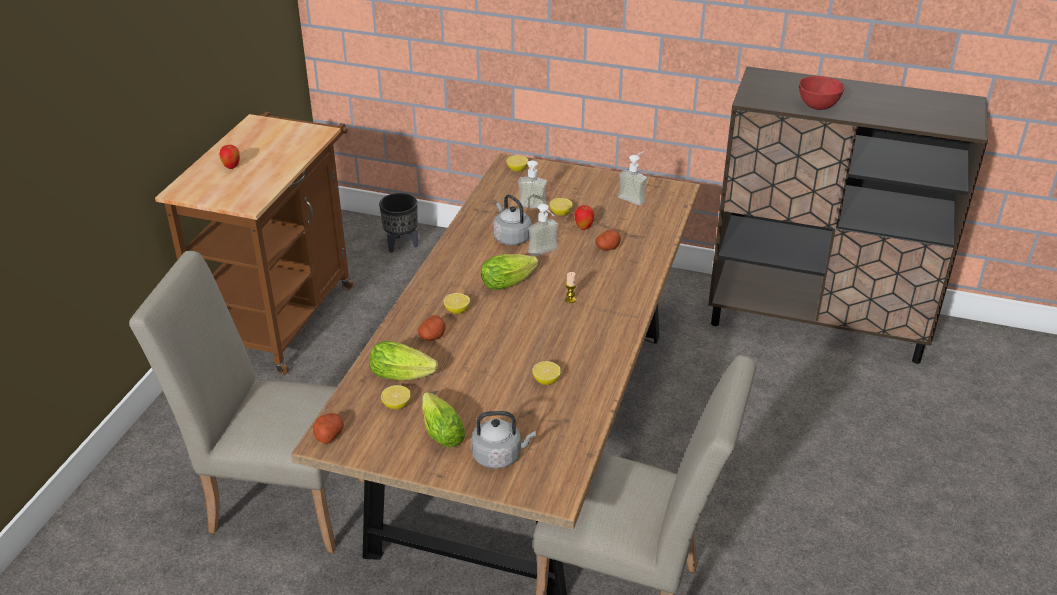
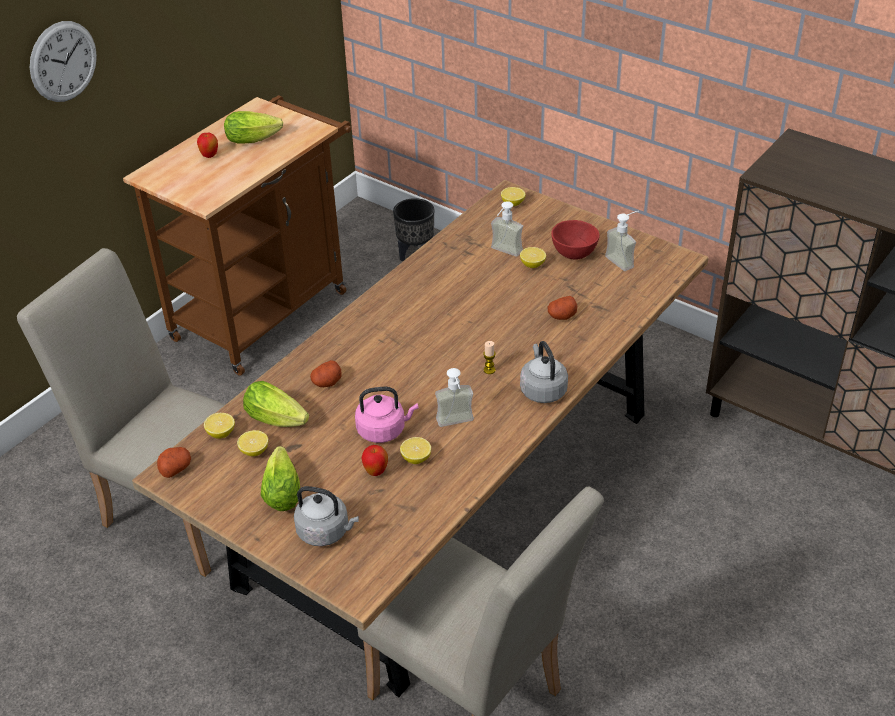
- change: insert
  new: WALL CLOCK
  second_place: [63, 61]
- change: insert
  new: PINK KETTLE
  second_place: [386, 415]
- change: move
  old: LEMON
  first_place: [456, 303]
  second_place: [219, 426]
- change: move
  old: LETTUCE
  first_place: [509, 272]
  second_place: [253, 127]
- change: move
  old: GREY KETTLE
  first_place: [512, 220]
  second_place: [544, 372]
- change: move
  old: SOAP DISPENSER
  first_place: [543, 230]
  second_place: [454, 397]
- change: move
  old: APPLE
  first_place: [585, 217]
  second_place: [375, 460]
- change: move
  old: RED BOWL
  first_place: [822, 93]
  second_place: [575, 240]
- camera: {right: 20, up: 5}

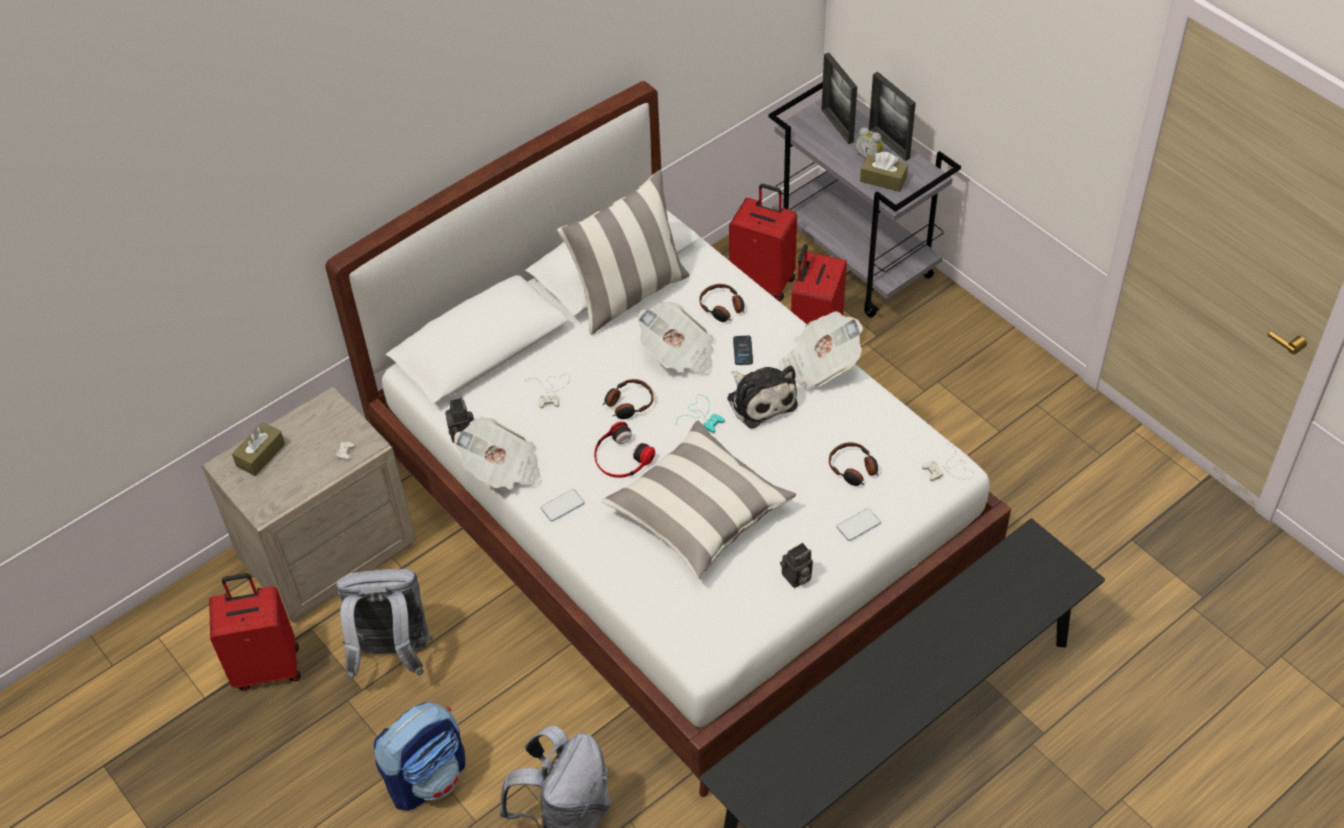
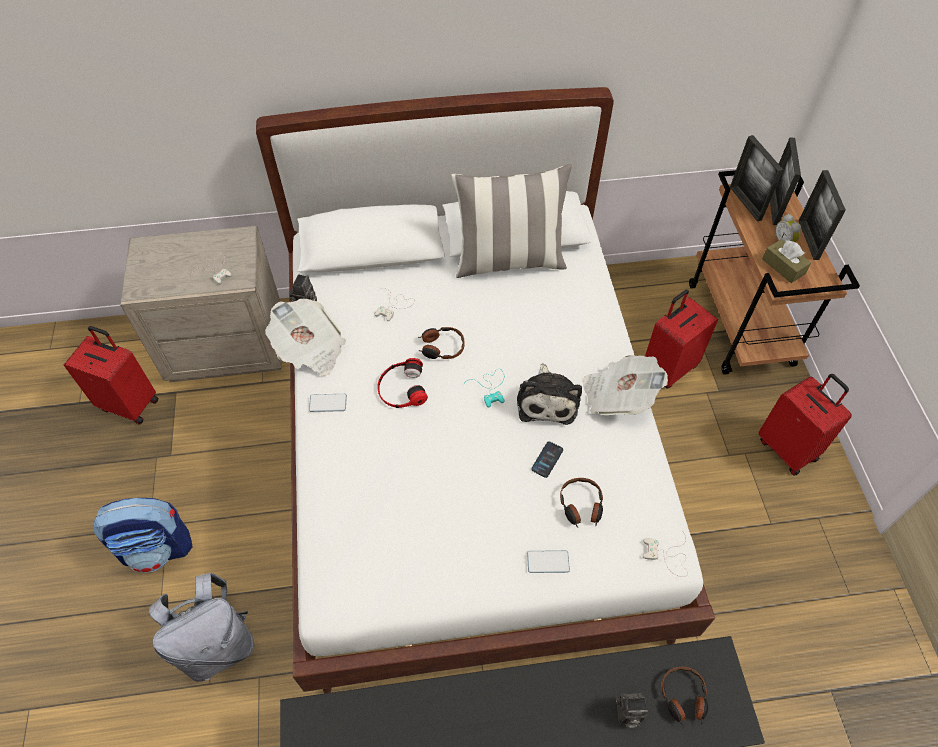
- change: delete
  old: BROWN TISSUE BOX
  first_place: [258, 449]
- change: delete
  old: GREY BACKPACK
  first_place: [384, 624]
- change: delete
  old: PILLOW
  first_place: [699, 500]
- change: delete
  old: NEWSPAPER
  first_place: [676, 338]
- change: insert
  new: PICTURE FRAME
  second_place: [756, 178]
- change: move
  old: HEADPHONES
  first_place: [721, 303]
  second_place: [684, 696]
- change: move
  old: RED SUITCASE
  first_place: [763, 242]
  second_place: [805, 424]
- change: move
  old: PHONE
  first_place: [743, 350]
  second_place: [547, 459]
- change: move
  old: PHOTO CAMERA
  first_place: [796, 565]
  second_place: [632, 710]
- change: recolor
  old: GREY CART
  new: BROWN CART
  first_place: [865, 200]
  second_place: [774, 272]
- camera: {right: 30, up: 5}

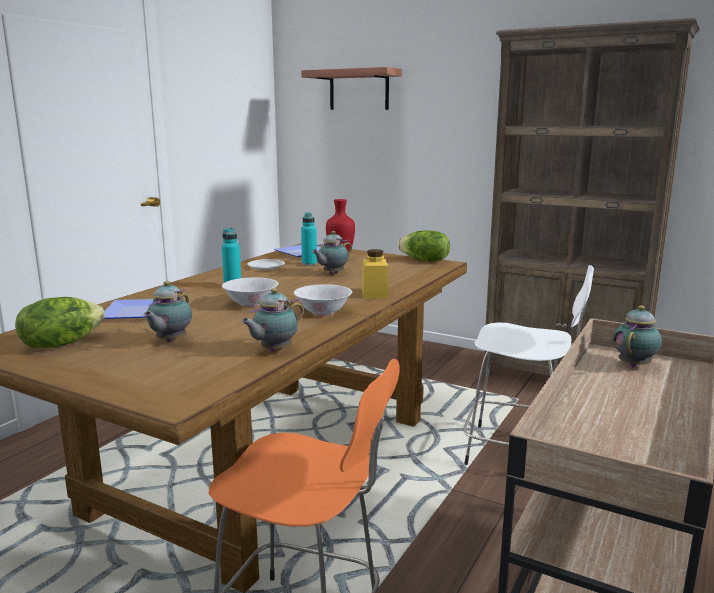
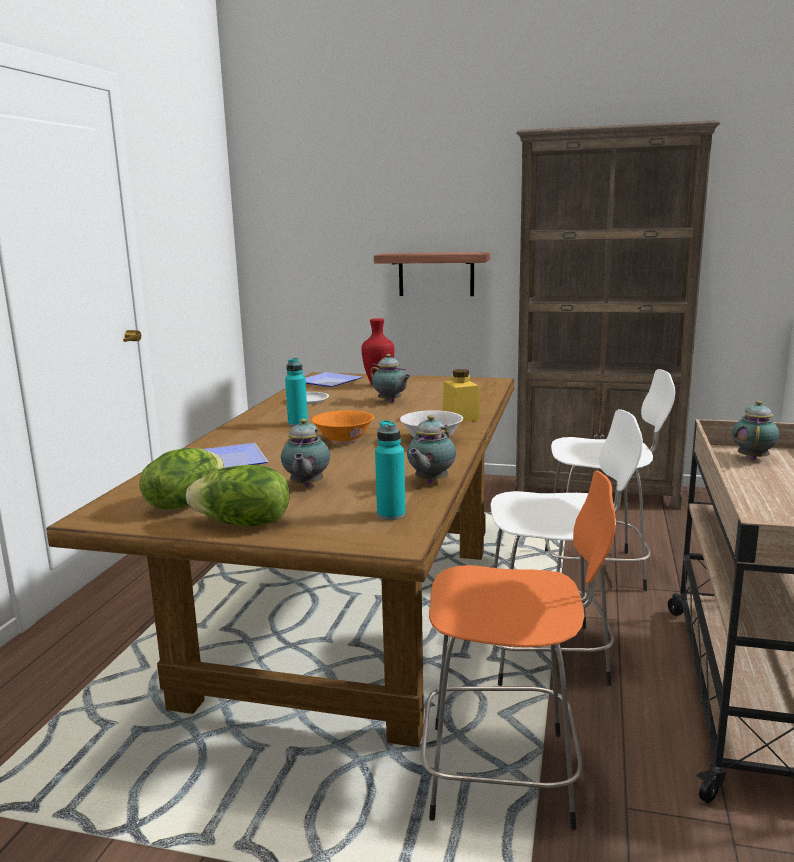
- change: insert
  new: WHITE STOOL
  second_place: [567, 547]
- change: move
  old: SHELF
  first_place: [351, 88]
  second_place: [432, 274]
- change: move
  old: TURQUOISE BOTTLE
  first_place: [309, 239]
  second_place: [390, 470]
- change: move
  old: LETTUCE
  first_place: [424, 246]
  second_place: [238, 495]
- change: recolor
  old: WHITE BOWL
  new: ORANGE BOWL
  first_place: [250, 292]
  second_place: [343, 427]
- change: rotate
  old: TEAPOT
  first_place: [332, 253]
  second_place: [390, 378]
  degrees: -75
- camera: {right: -15, up: 0}

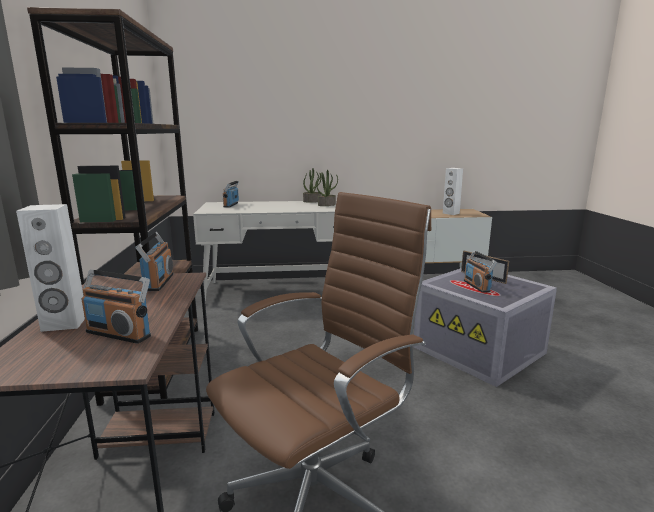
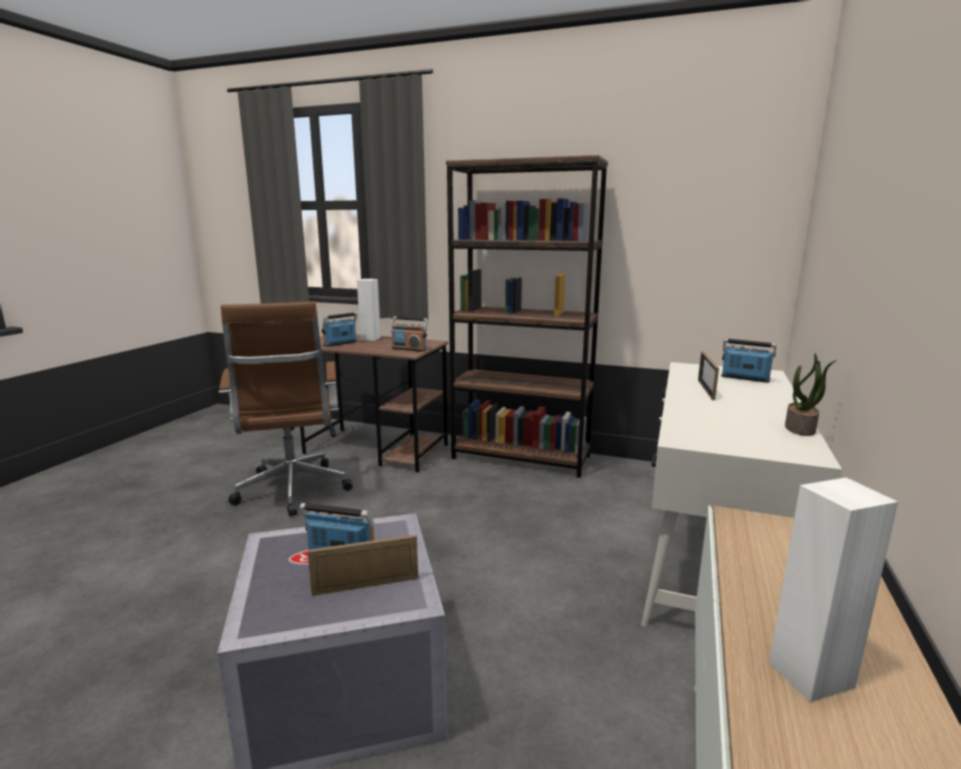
- change: delete
  old: POTTED PLANT
  first_place: [327, 188]
- change: insert
  new: PICTURE FRAME
  second_place: [708, 376]
- camera: {right: 115, up: 0}

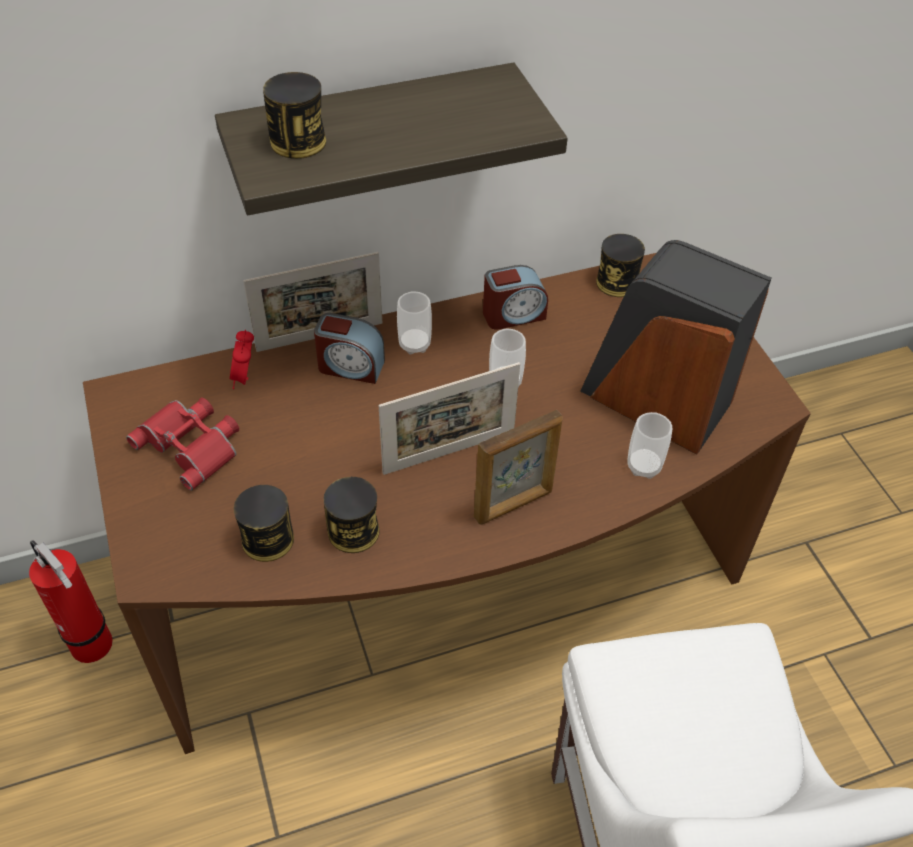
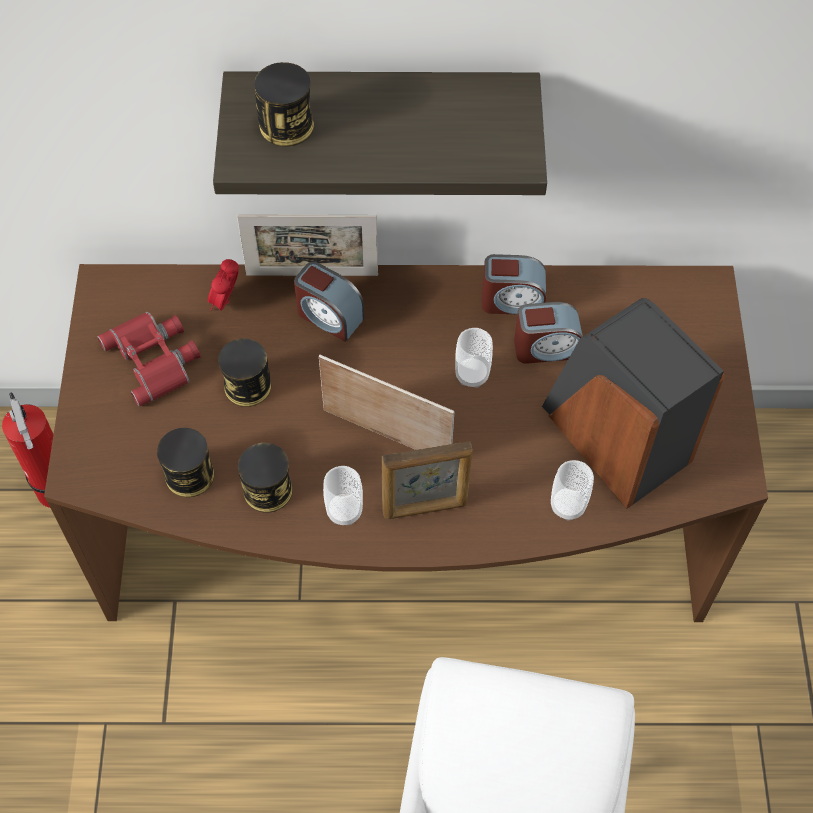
- change: insert
  new: ALARM CLOCK
  second_place: [548, 333]
- change: move
  old: CUP
  first_place: [414, 323]
  second_place: [343, 495]
- change: move
  old: CAN
  first_place: [620, 265]
  second_place: [244, 372]
- change: rotate
  old: PICTURE FRAME
  first_place: [449, 418]
  second_place: [386, 402]
  degrees: -150
- camera: {right: 20, up: 10}

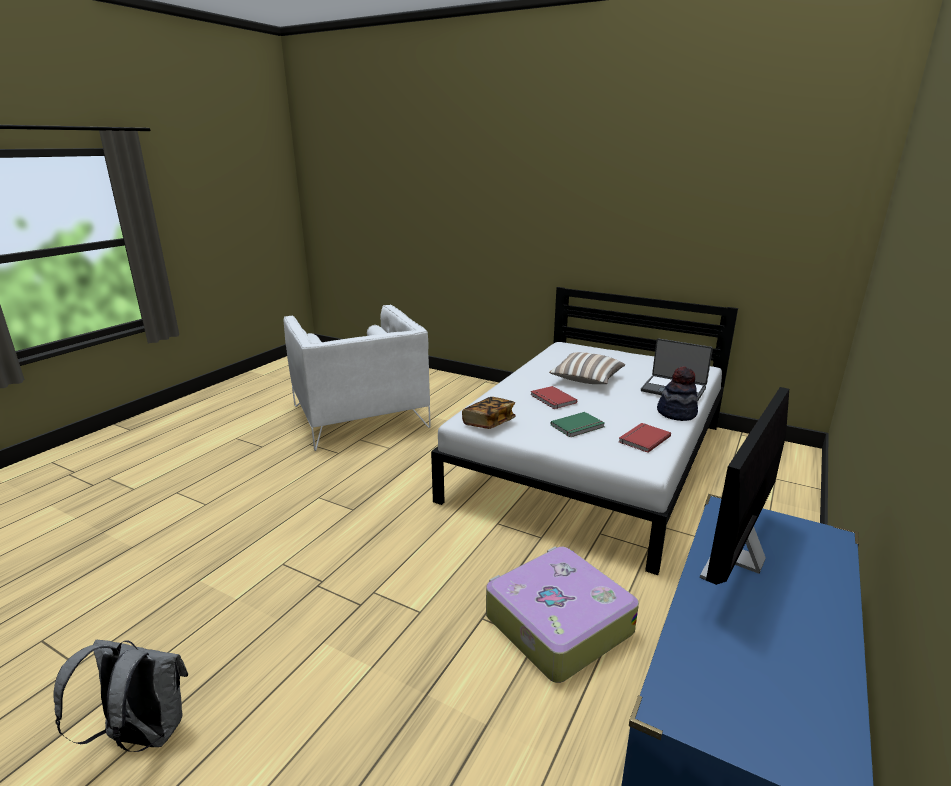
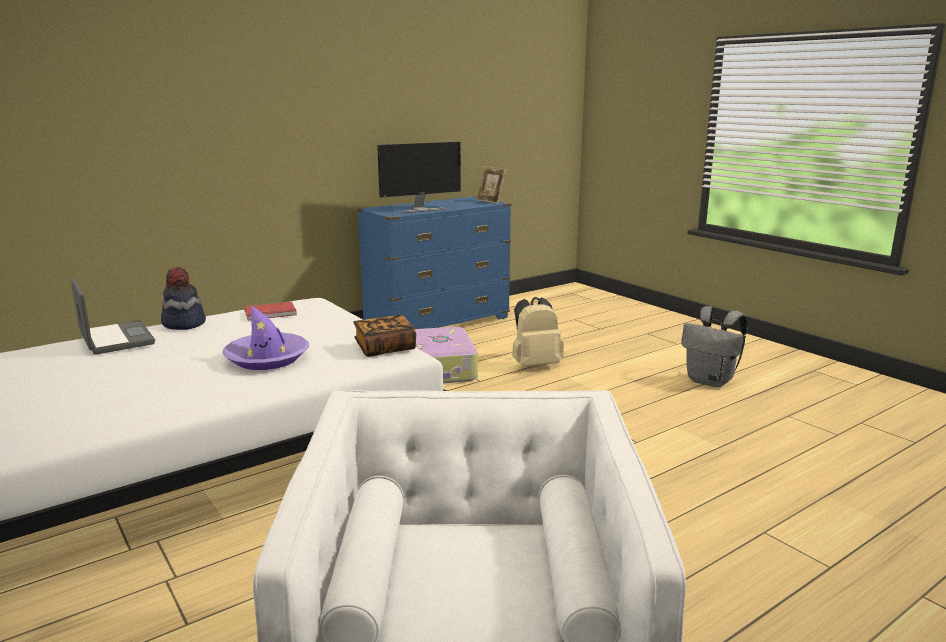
- change: delete
  old: PILLOW
  first_place: [587, 368]
- change: delete
  old: GREEN BOOK
  first_place: [577, 424]
- change: insert
  new: PICTURE FRAME
  second_place: [491, 185]
- change: insert
  new: BEIGE BACKPACK
  second_place: [538, 332]
- change: replace
  old: RED BOOK
  new: PURPLE HAT
  first_place: [554, 397]
  second_place: [265, 338]
- camera: {right: -155, up: -5}

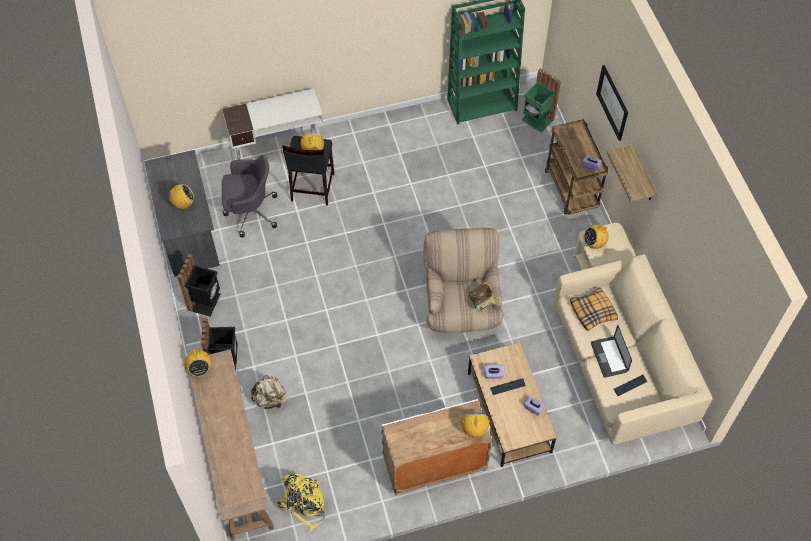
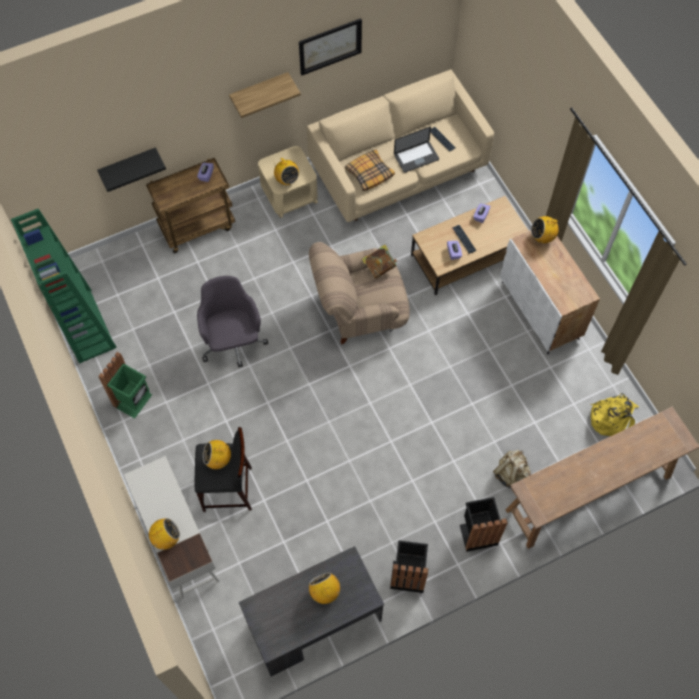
- change: insert
  new: BLACK SHELF
  second_place: [131, 169]
- change: move
  old: RADIO
  first_place: [198, 362]
  second_place: [164, 534]
- change: move
  old: GREY OFFICE CHAIR
  first_place: [249, 196]
  second_place: [232, 322]
- change: move
  old: GREEN TRASH CAN
  first_place: [541, 101]
  second_place: [125, 385]
- change: move
  old: PICTURE
  first_place: [612, 103]
  second_place: [330, 47]
- camera: {right: -100, up: 5}

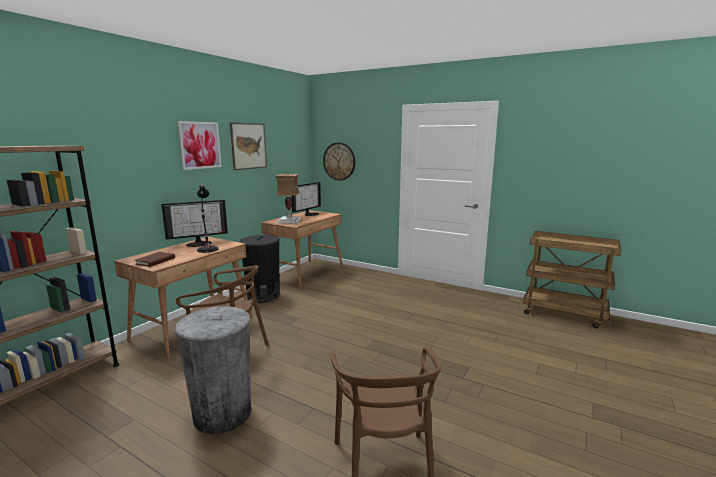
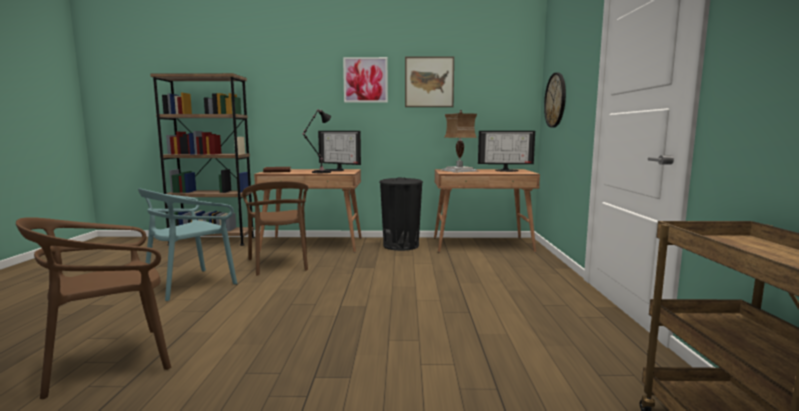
- change: replace
  old: GREY TRASH CAN
  new: TURQUOISE CHAIR
  first_place: [213, 370]
  second_place: [187, 244]
- camera: {right: 60, up: -5}

